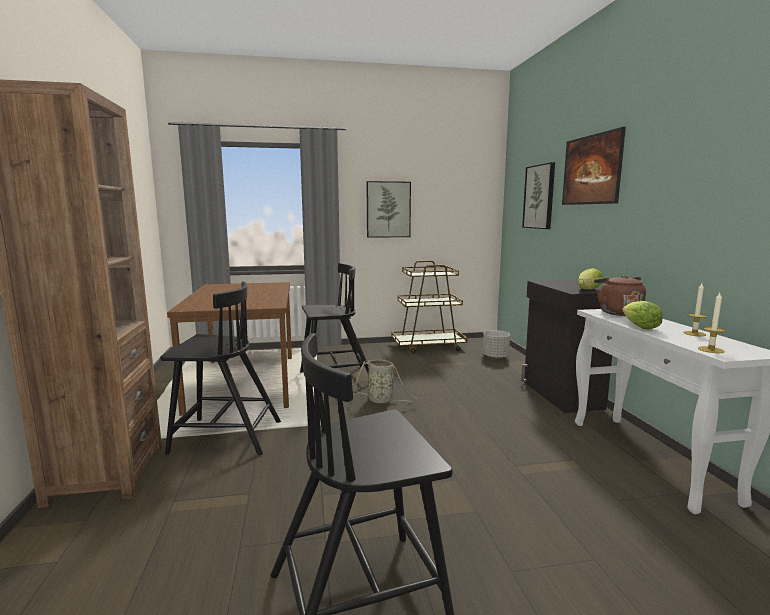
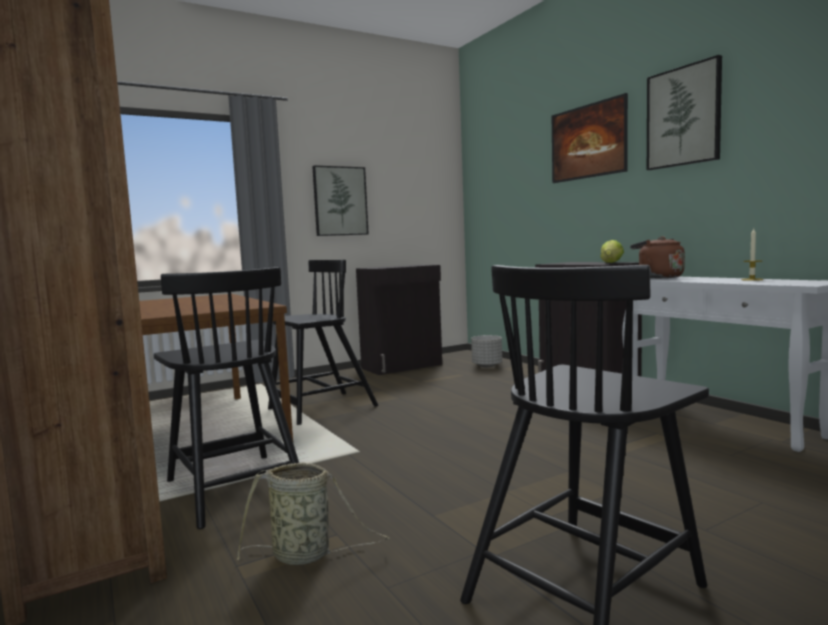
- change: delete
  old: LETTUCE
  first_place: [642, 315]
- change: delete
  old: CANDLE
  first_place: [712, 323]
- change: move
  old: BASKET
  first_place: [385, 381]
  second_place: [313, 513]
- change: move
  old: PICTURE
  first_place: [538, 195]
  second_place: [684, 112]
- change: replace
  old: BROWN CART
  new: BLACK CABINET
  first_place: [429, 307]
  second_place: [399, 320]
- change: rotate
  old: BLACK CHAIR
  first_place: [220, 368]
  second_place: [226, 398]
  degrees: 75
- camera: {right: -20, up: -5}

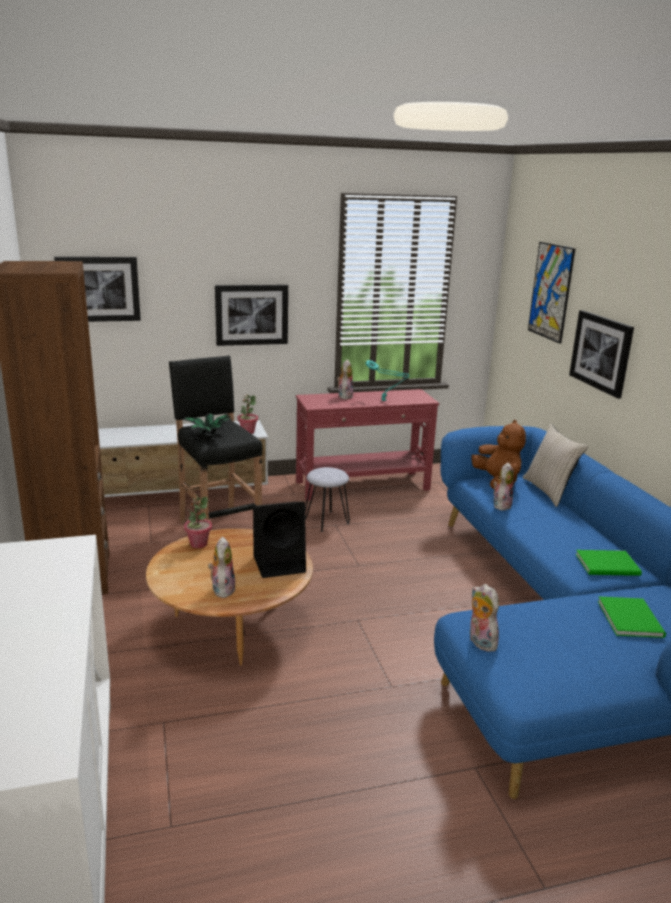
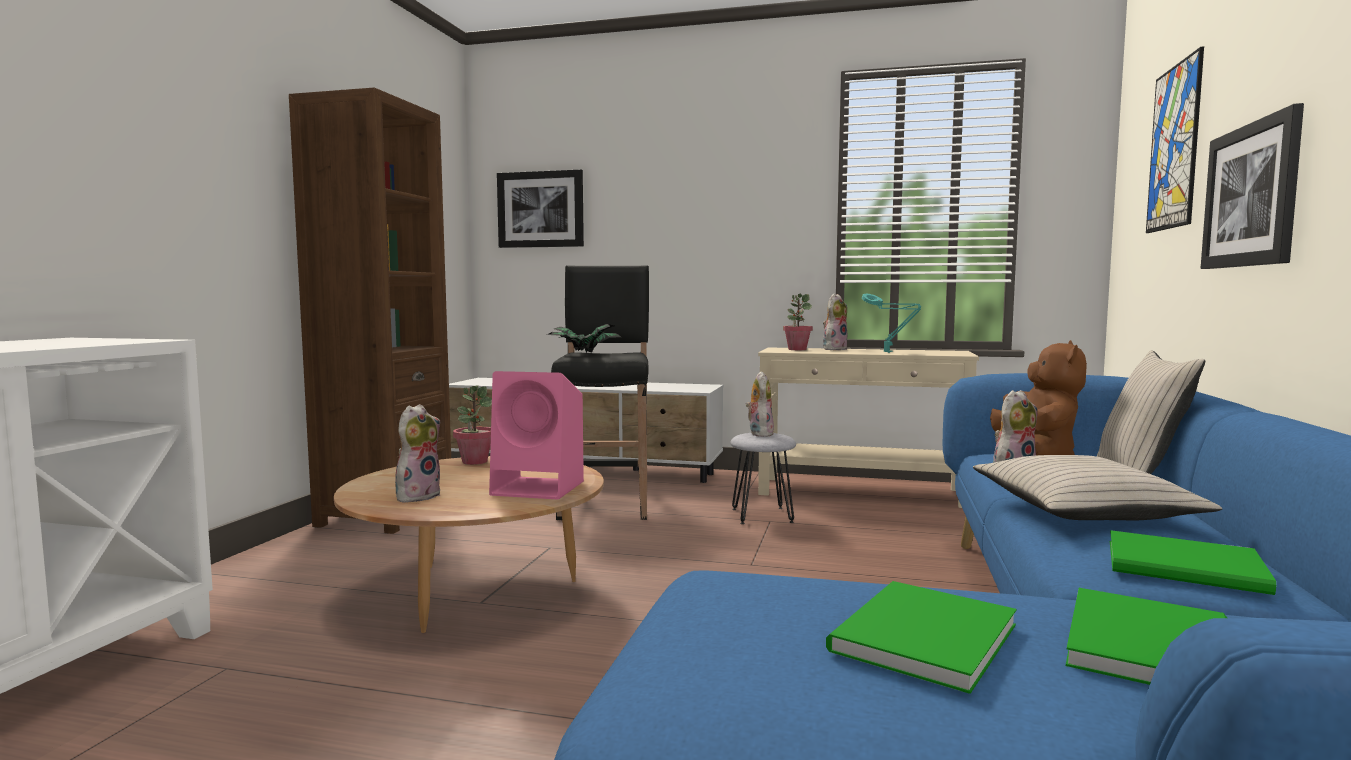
- change: delete
  old: PICTURE
  first_place: [251, 315]
- change: insert
  new: GREEN BOOK
  second_place: [921, 637]
- change: insert
  new: BEIGE PILLOW
  second_place: [1097, 488]
- change: move
  old: POTTED PLANT
  first_place: [248, 414]
  second_place: [798, 322]
- change: move
  old: PLUSH TOY
  first_place: [484, 618]
  second_place: [760, 404]
- change: recolor
  old: BLACK SPEAKER
  new: PINK SPEAKER
  first_place: [279, 540]
  second_place: [536, 435]
- change: recolor
  old: RED CONSOLE TABLE
  new: BEIGE CONSOLE TABLE
  first_place: [367, 445]
  second_place: [868, 427]
- camera: {right: 30, up: -15}

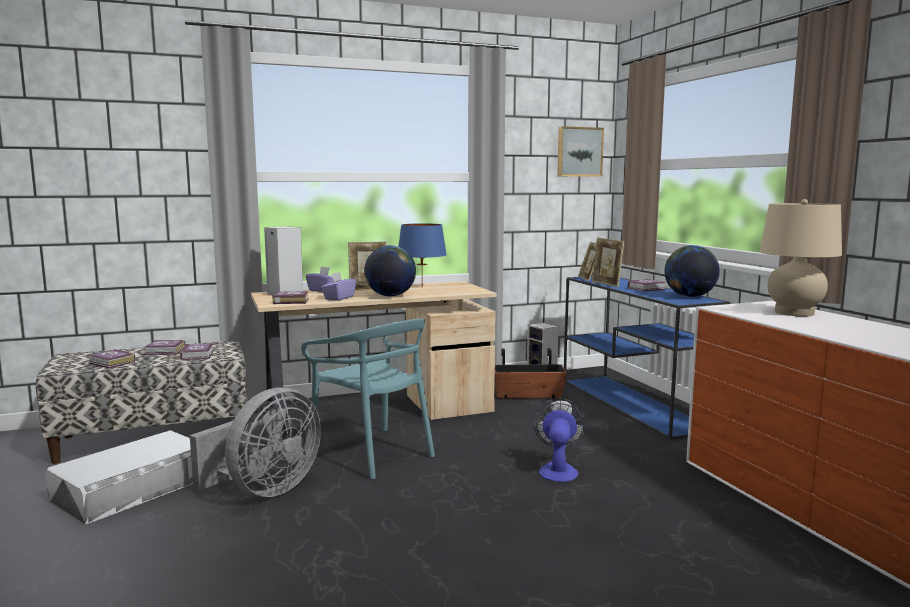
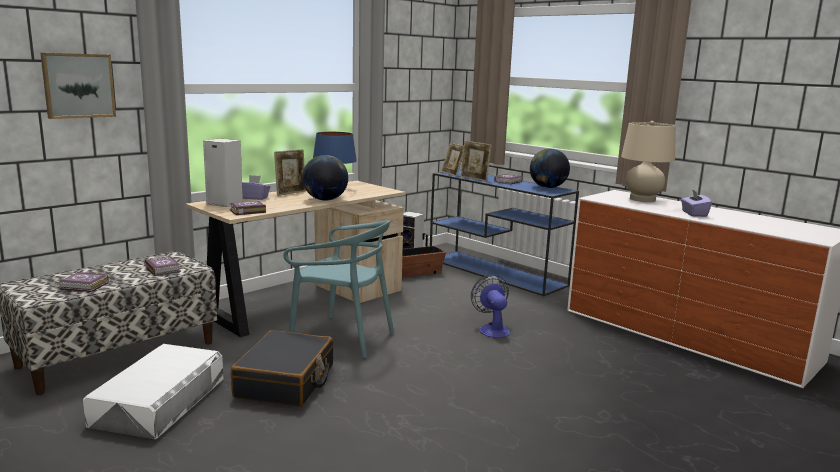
- change: delete
  old: BOOK
  first_place: [165, 347]
- change: move
  old: PURPLE TISSUE BOX
  first_place: [338, 286]
  second_place: [696, 203]
- change: move
  old: PICTURE
  first_place: [580, 151]
  second_place: [78, 86]
- change: replace
  old: GREY FAN
  new: BLACK SUITCASE
  first_place: [255, 442]
  second_place: [282, 368]
- camera: {right: -25, up: 5}

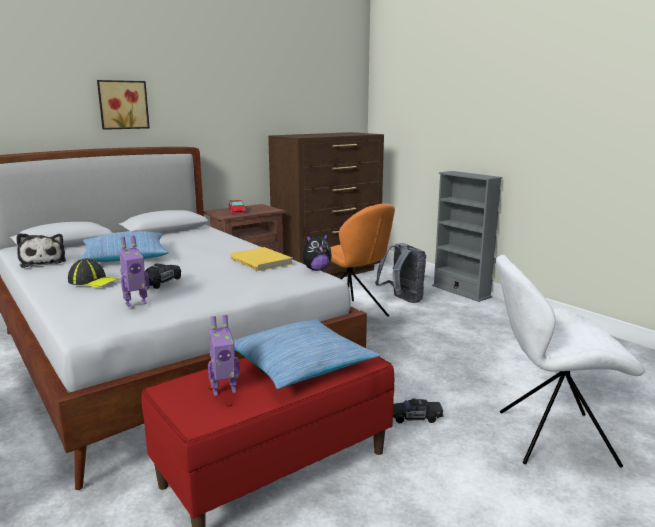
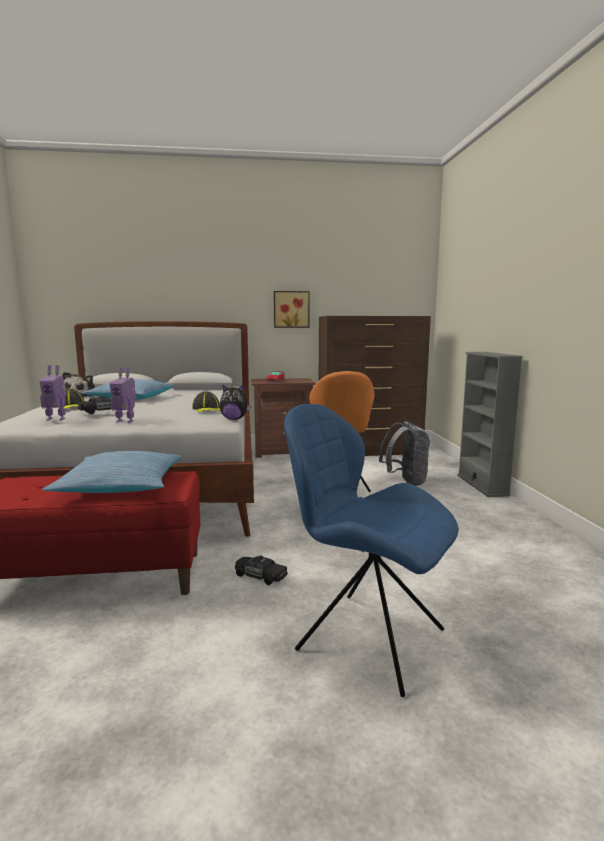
- change: move
  old: PICTURE
  first_place: [123, 105]
  second_place: [292, 309]
- change: move
  old: TOY ROBOT
  first_place: [224, 355]
  second_place: [123, 395]
- change: replace
  old: YELLOW BOOK
  new: CAP
  first_place: [262, 259]
  second_place: [206, 401]
- change: recolor
  old: WHITE CHAIR
  new: BLUE CHAIR
  first_place: [570, 361]
  second_place: [371, 550]
- camera: {right: 30, up: -5}

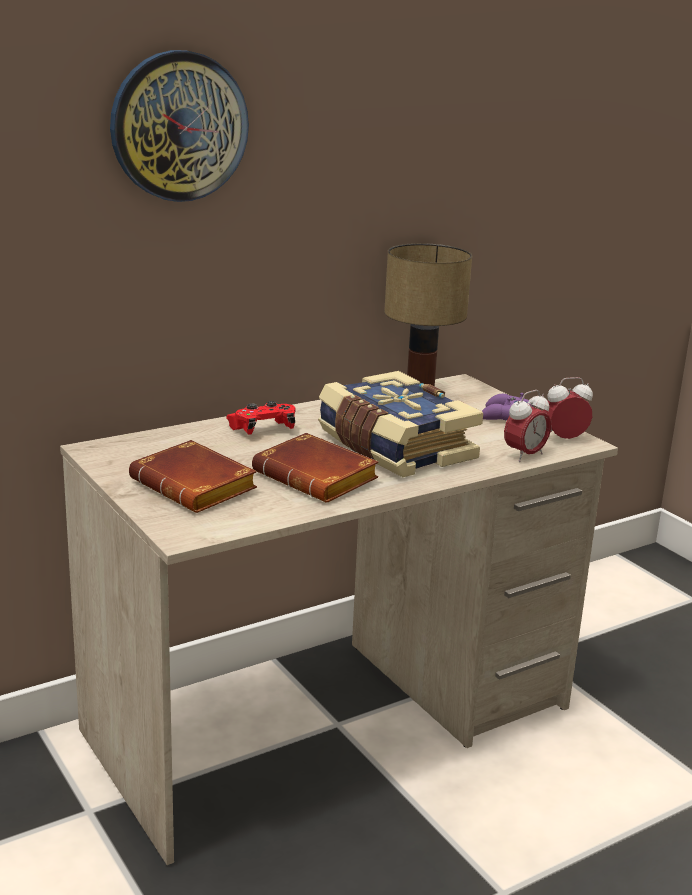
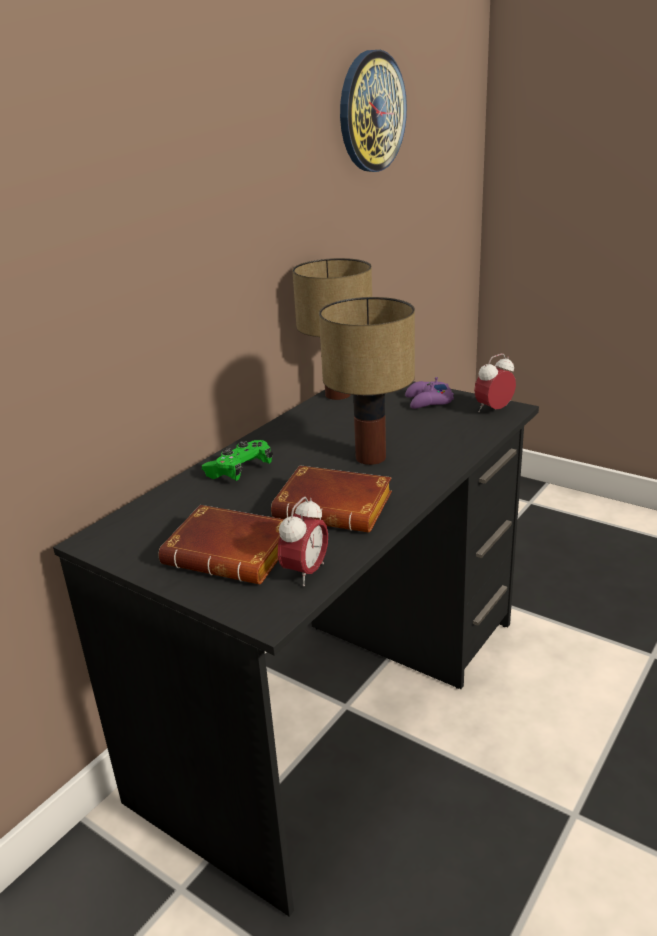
- change: move
  old: WALL CLOCK
  first_place: [179, 126]
  second_place: [373, 111]
- change: move
  old: ALARM CLOCK
  first_place: [527, 426]
  second_place: [303, 541]
- change: replace
  old: BOOK
  new: TABLE LAMP
  first_place: [400, 424]
  second_place: [367, 381]
- change: recolor
  old: BEIGE DESK
  new: BLACK DESK
  first_place: [339, 619]
  second_place: [296, 649]
- change: recolor
  old: RED GAME CONTROLLER
  new: GREEN GAME CONTROLLER
  first_place: [260, 418]
  second_place: [237, 460]
- camera: {right: -20, up: 5}

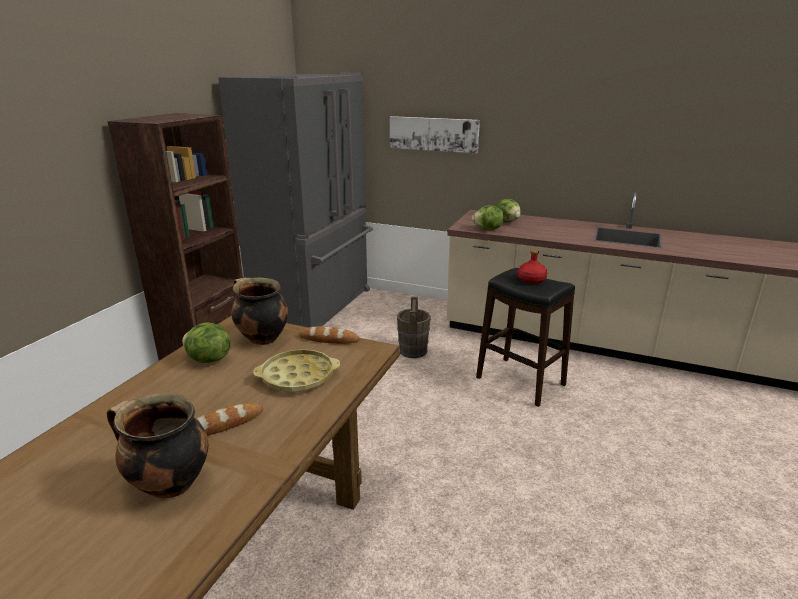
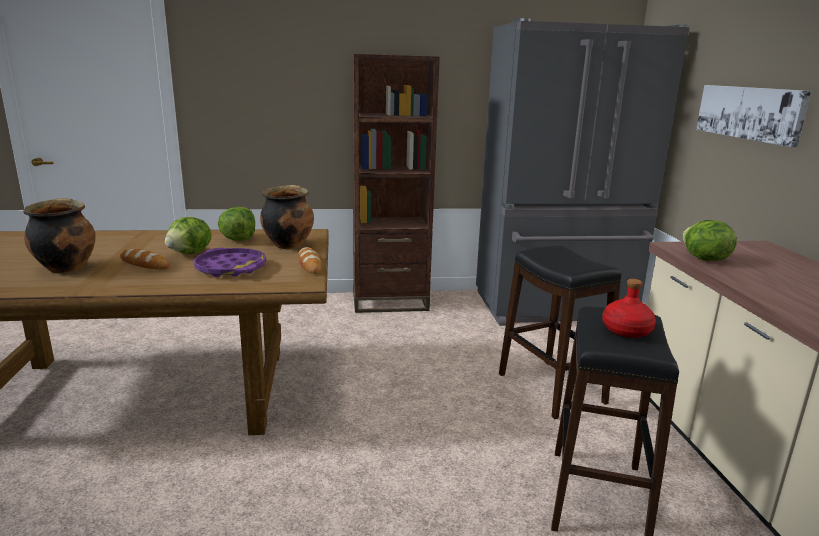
- change: move
  old: LETTUCE
  first_place: [508, 210]
  second_place: [188, 235]
- change: replace
  old: BROWN BUCKET
  new: BLACK STOOL
  first_place: [414, 327]
  second_place: [560, 332]
- change: recolor
  old: YELLOW TRAY
  new: PURPLE TRAY
  first_place: [296, 370]
  second_place: [230, 262]
- camera: {right: 60, up: -5}

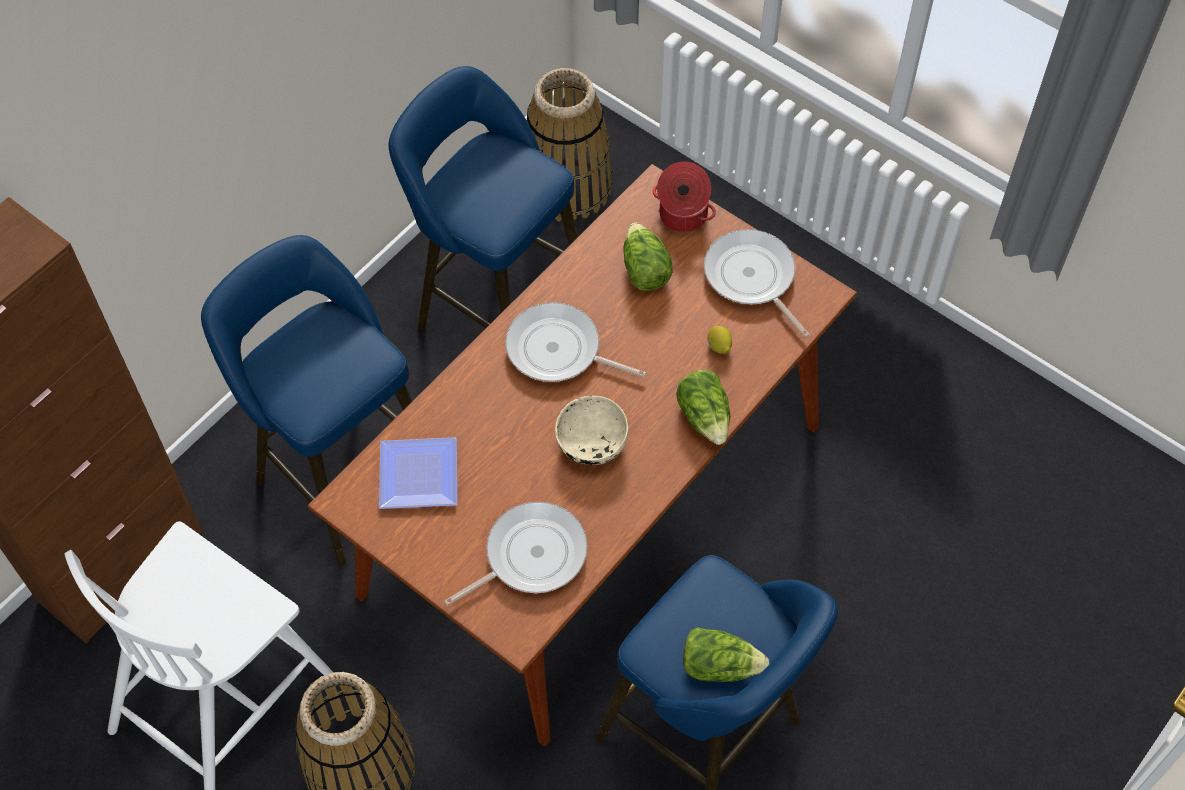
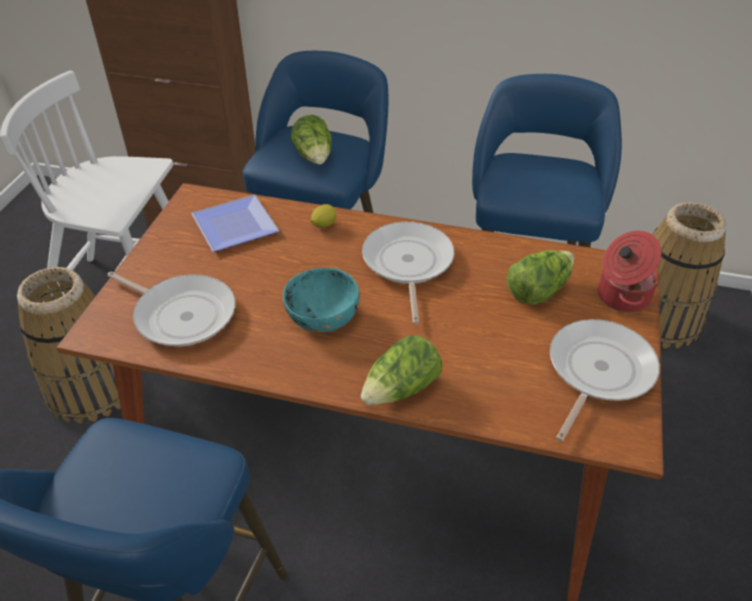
- change: move
  old: LETTUCE
  first_place: [726, 654]
  second_place: [311, 139]
- change: move
  old: LEMON
  first_place: [719, 340]
  second_place: [324, 216]
- change: recolor
  old: BEIGE BOWL
  new: TURQUOISE BOWL
  first_place: [592, 430]
  second_place: [321, 300]
- camera: {right: 65, up: -15}

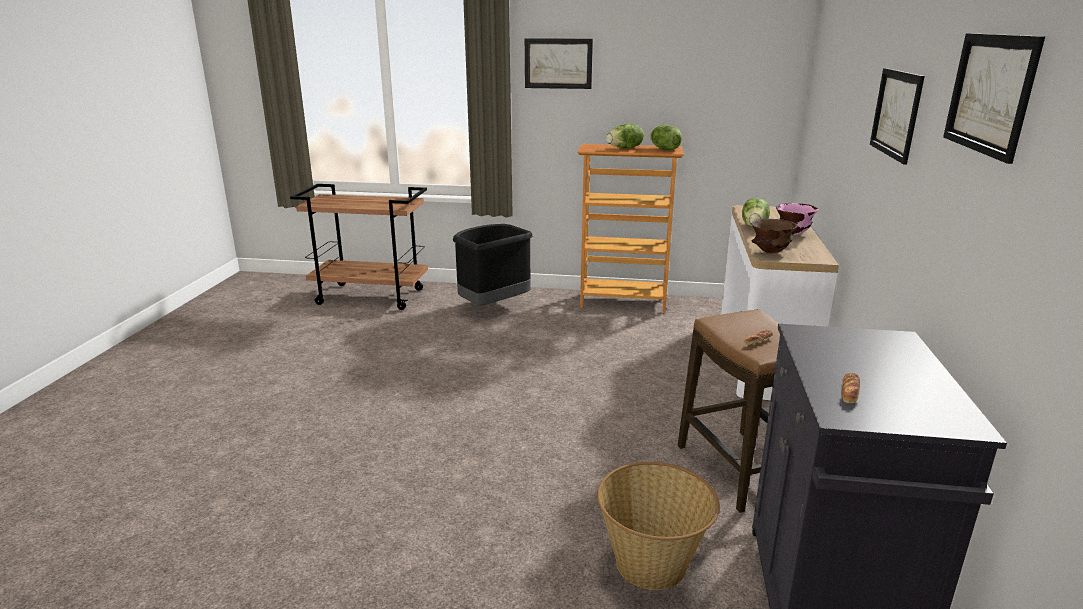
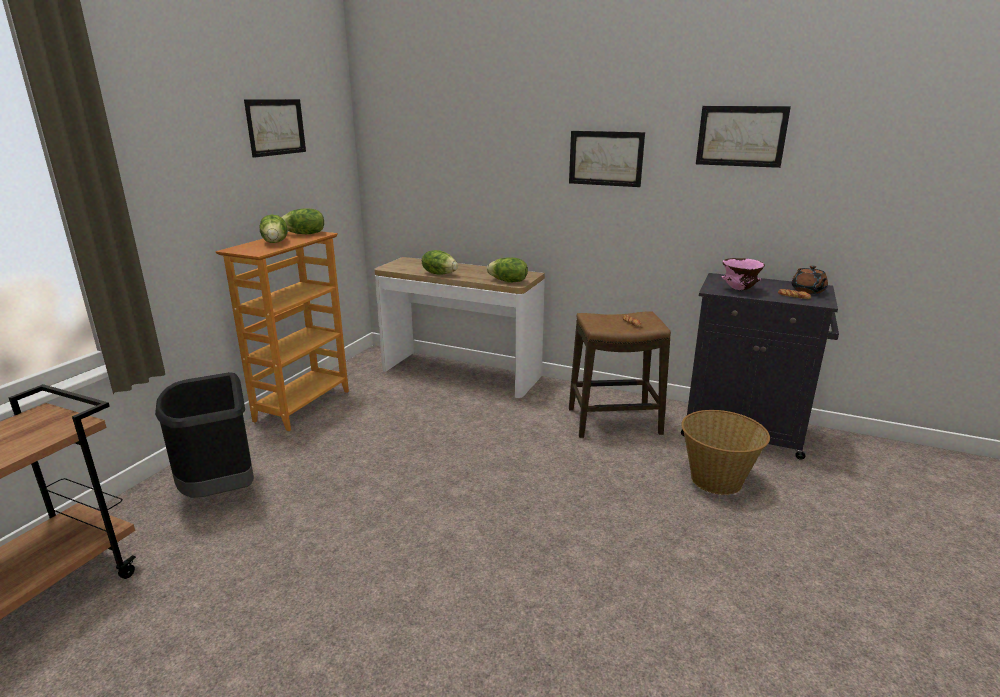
- change: insert
  new: BROWN TEAPOT
  second_place: [809, 280]
- change: move
  old: PICTURE
  first_place: [559, 63]
  second_place: [275, 128]
- change: move
  old: PINK BOWL
  first_place: [797, 219]
  second_place: [743, 274]
- change: replace
  old: BROWN BOWL
  new: LETTUCE
  first_place: [774, 236]
  second_place: [507, 270]
- camera: {right: -75, up: 0}

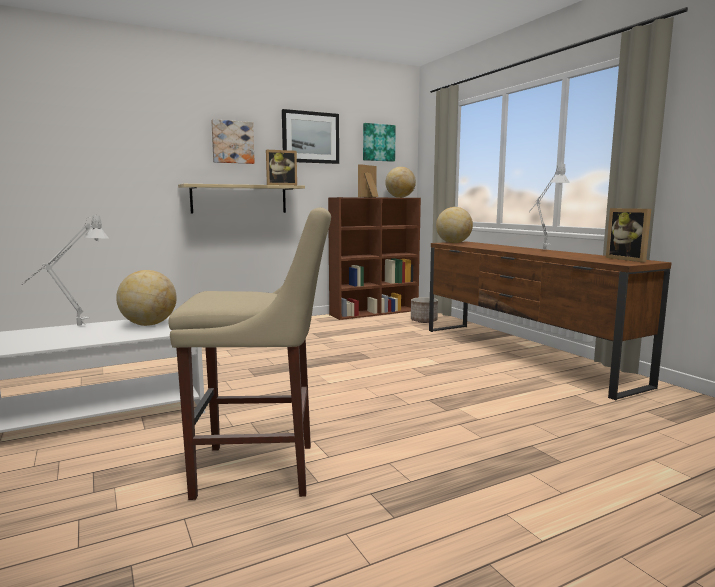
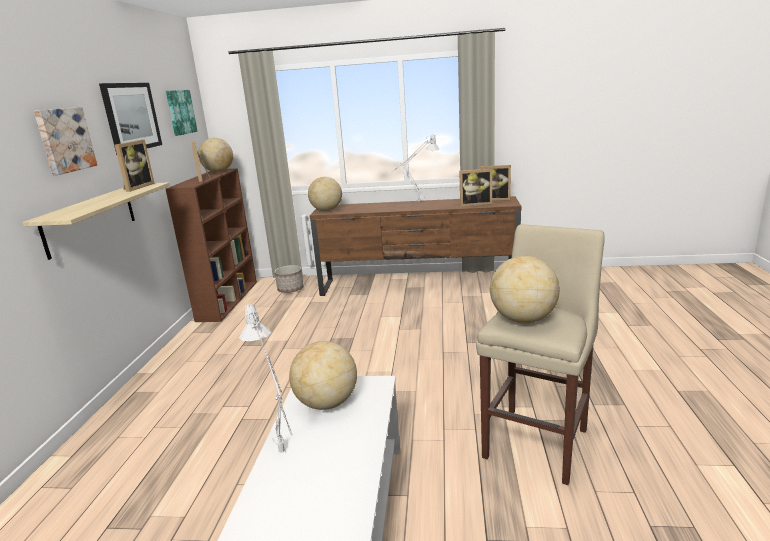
- change: insert
  new: PICTURE FRAME
  second_place: [475, 187]
- change: insert
  new: GLOBE
  second_place: [525, 290]
- camera: {right: -55, up: 10}

